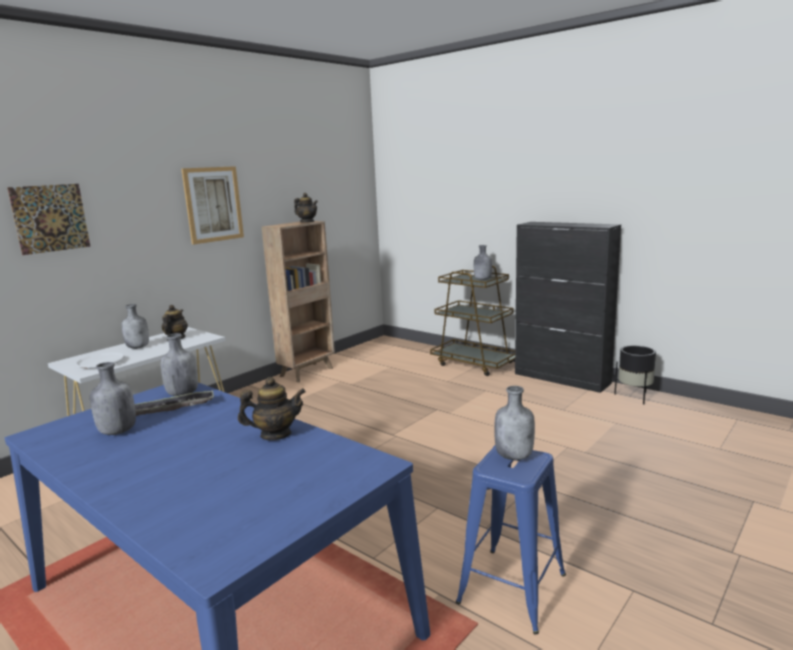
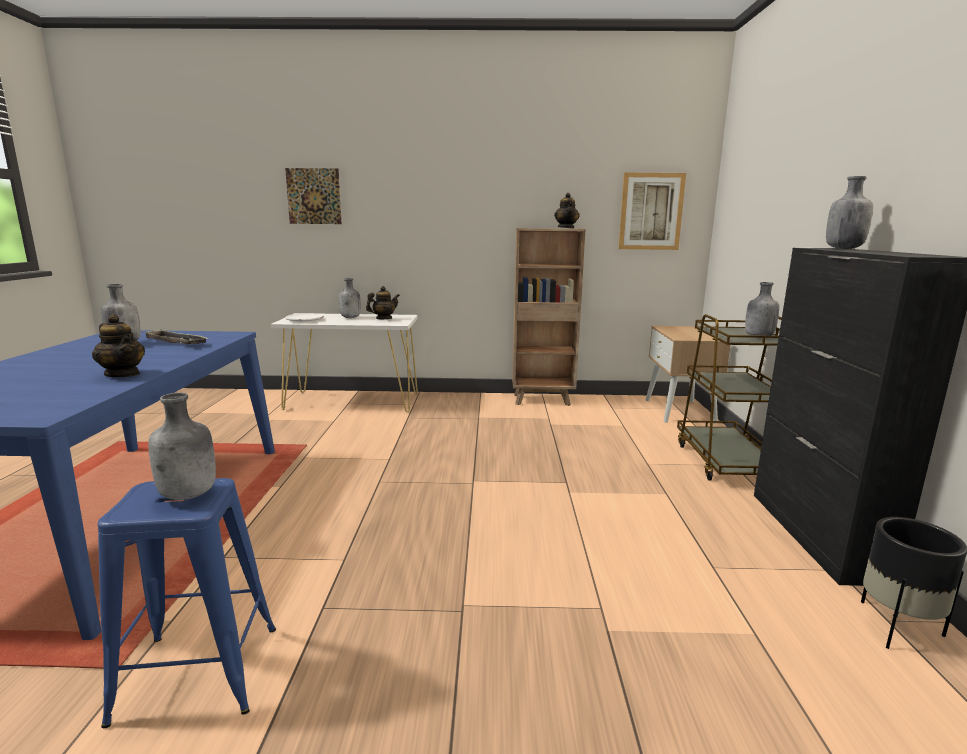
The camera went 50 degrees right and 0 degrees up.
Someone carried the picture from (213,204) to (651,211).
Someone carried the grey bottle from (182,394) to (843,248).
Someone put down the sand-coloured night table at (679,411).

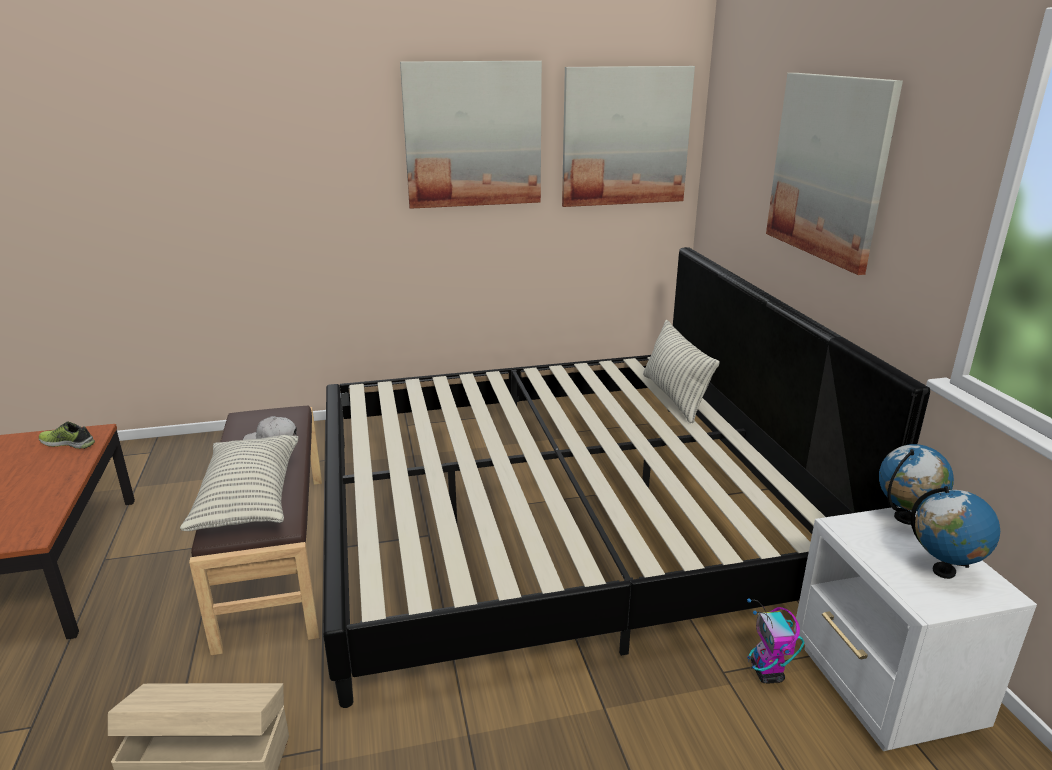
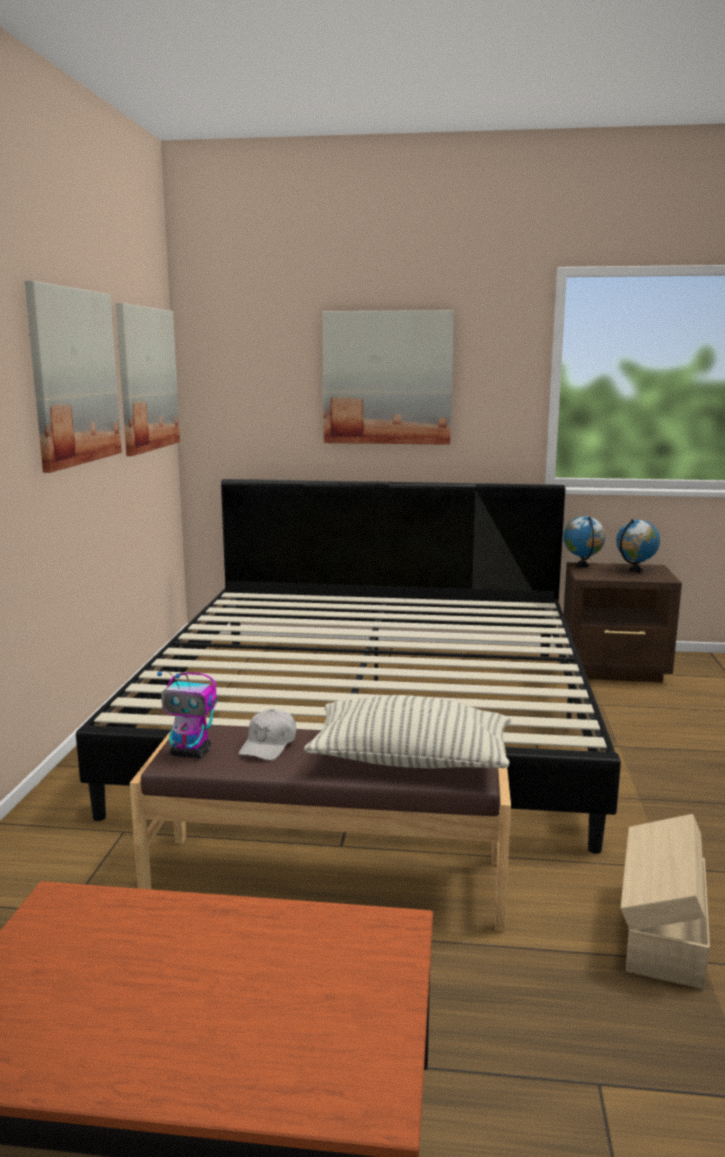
The camera went 70 degrees left and 10 degrees down.
Someone took away the throw pillow at (674,397).
Someone took away the low shoe at (68,443).
Someone repainted the white-coloured night table at (881,690), which became the brownish night table at (615,670).
Someone carried the robot figure from (767,673) to (191,753).

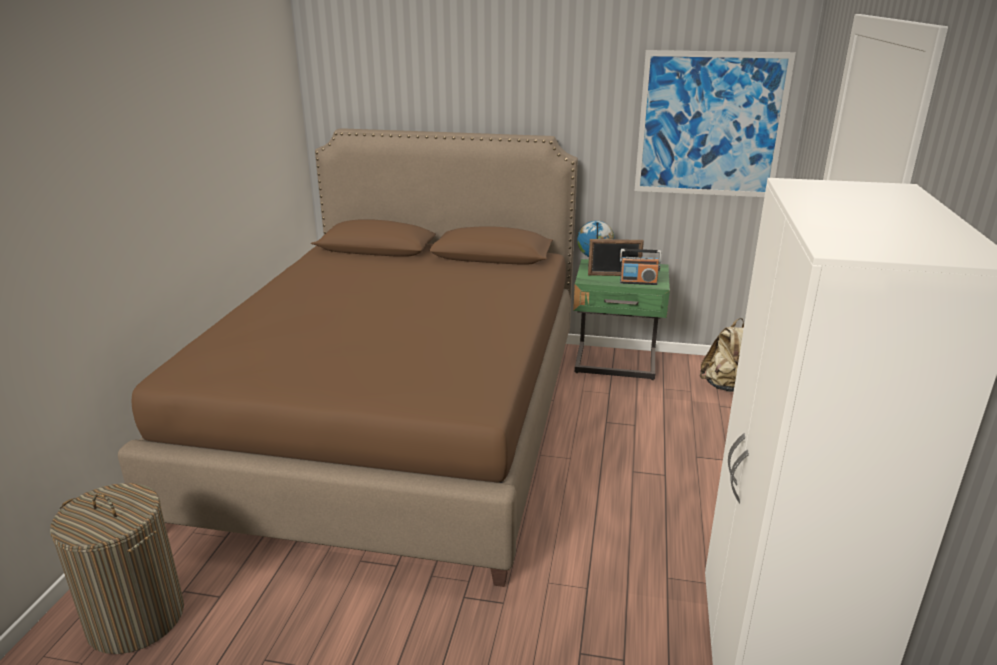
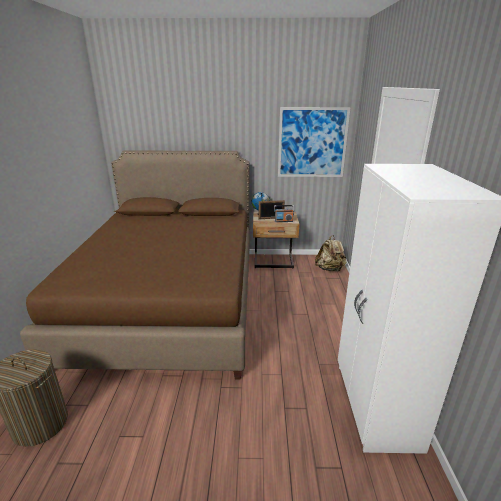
The camera went 10 degrees left and 0 degrees up.
Someone repainted the green night table at (616,364), which became the sand-coloured night table at (274,262).

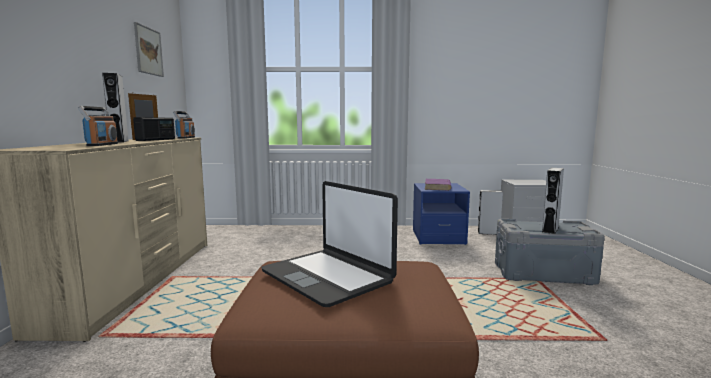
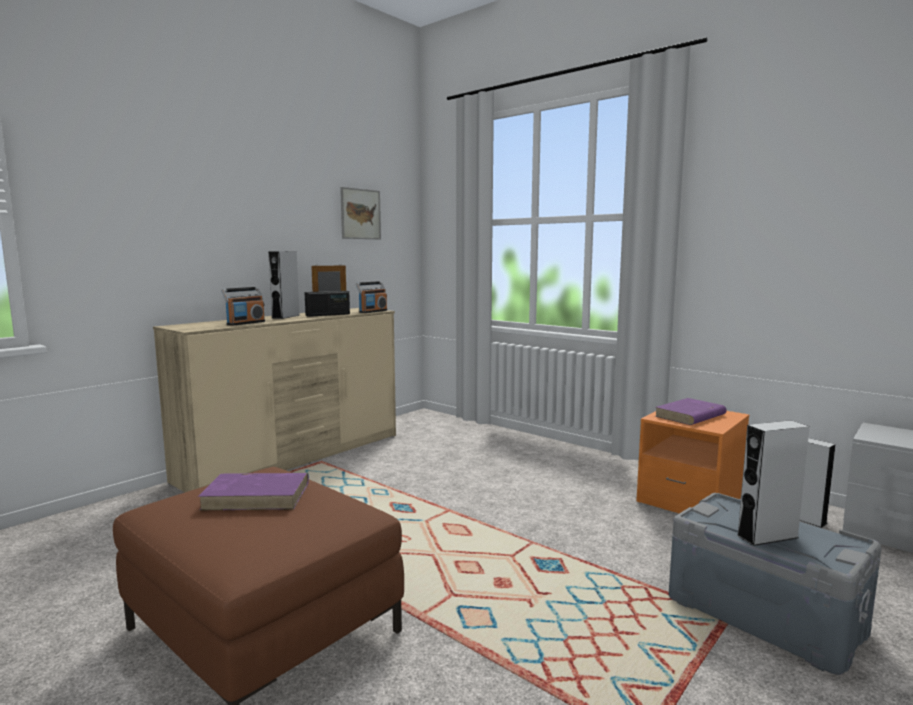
The camera went 40 degrees right and 0 degrees up.
Someone swapped the laptop at (328,277) for the purple-coloured book at (257,496).
Someone repainted the blue-coloured night table at (438,237), which became the orange-coloured night table at (689,500).

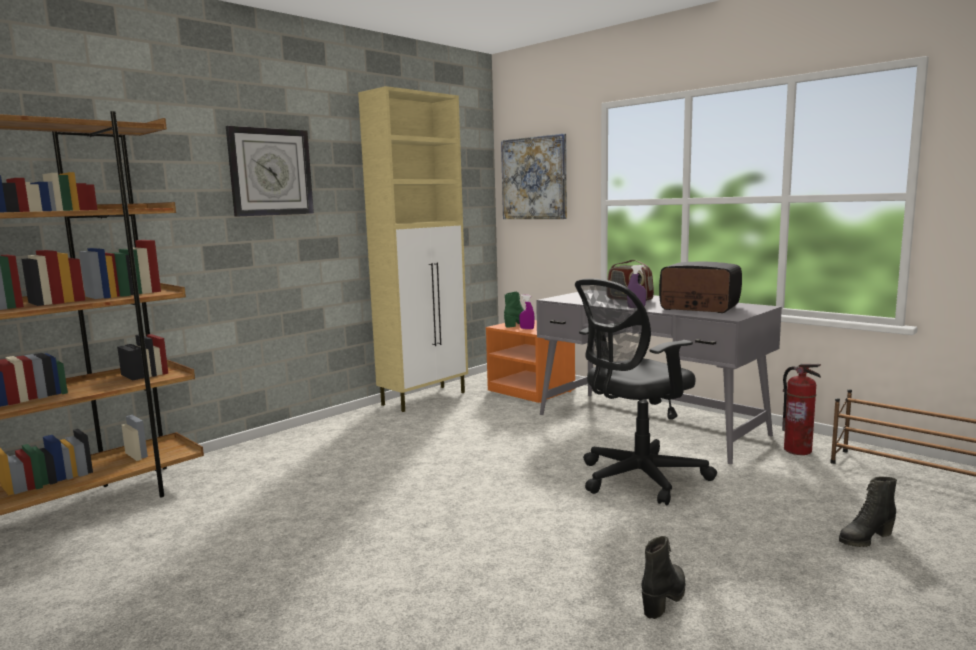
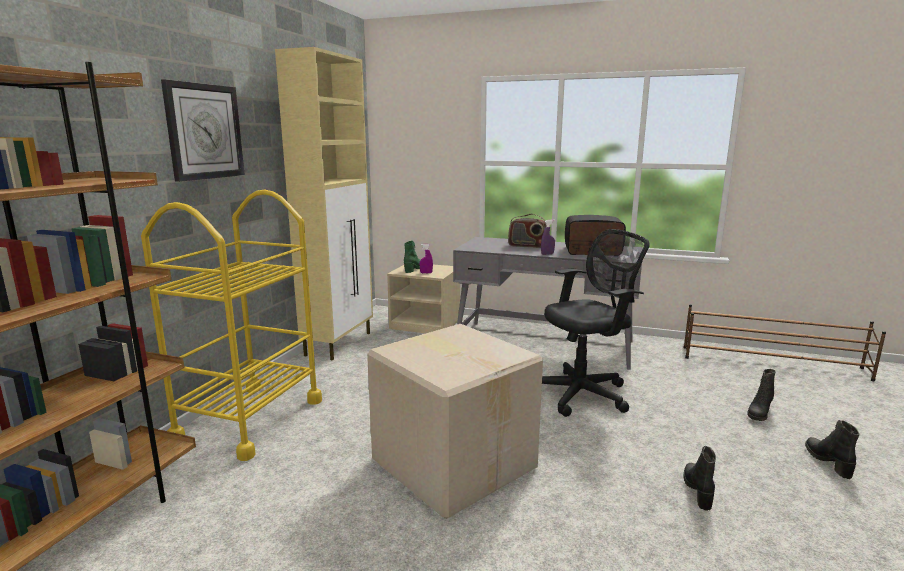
The camera went 25 degrees left and 5 degrees up.
Someone took away the picture at (534,178).
Someone rotated the black-coloured office chair at (636,479) by 150 degrees counterclockwise.
Someone repainted the orange-coloured night table at (532,390), which became the sand-coloured night table at (426,324).
Someone took away the fire extinguisher at (798,450).
Someone put down the yellow trolley at (250,420).
Someone put down the cardboard box at (454,462).
Someone put down the black-coloured boot at (828,462).

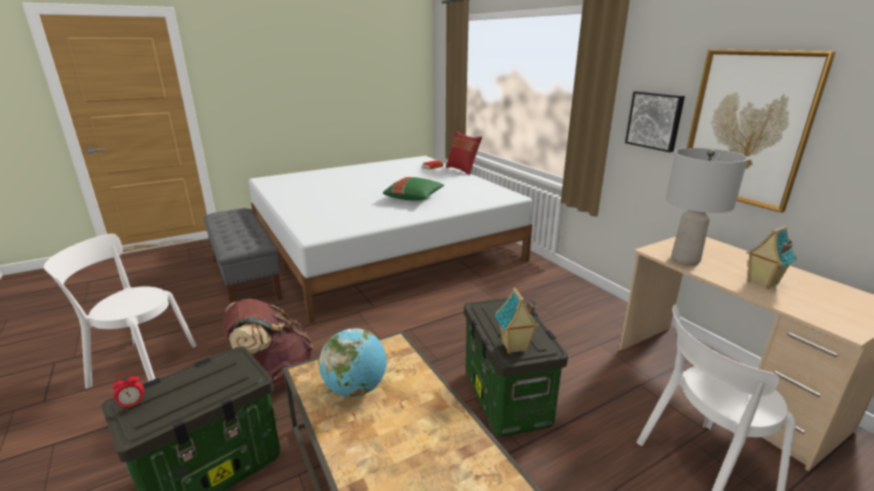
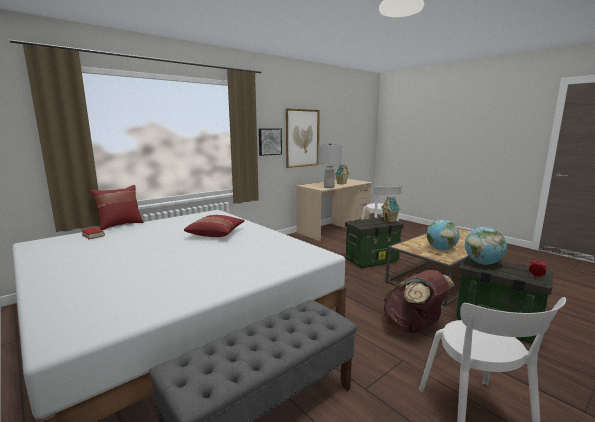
The camera went 100 degrees left and 10 degrees down.
Someone repainted the green throw pillow at (414,198), which became the red-coloured throw pillow at (216,234).
Someone put down the globe at (482,263).

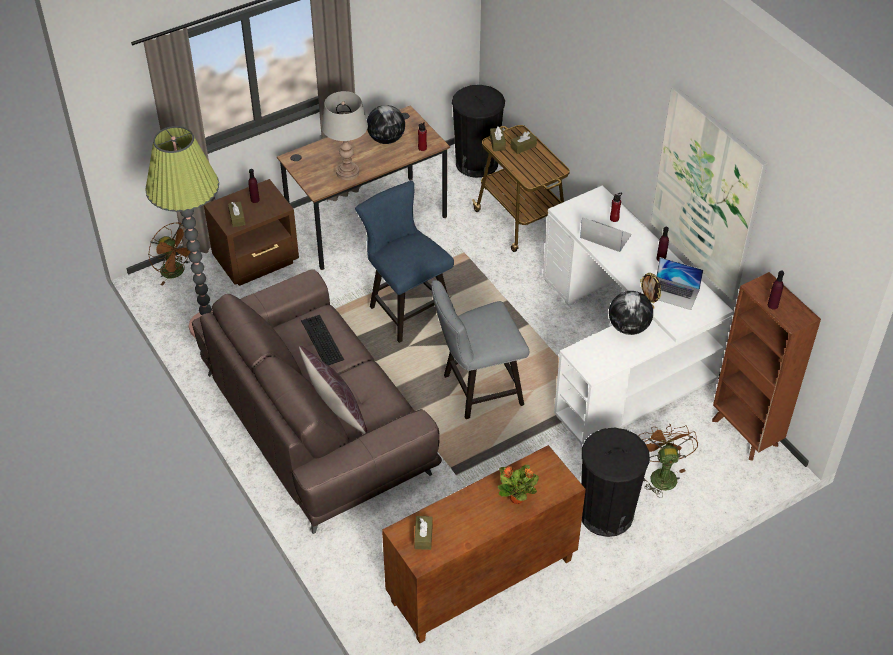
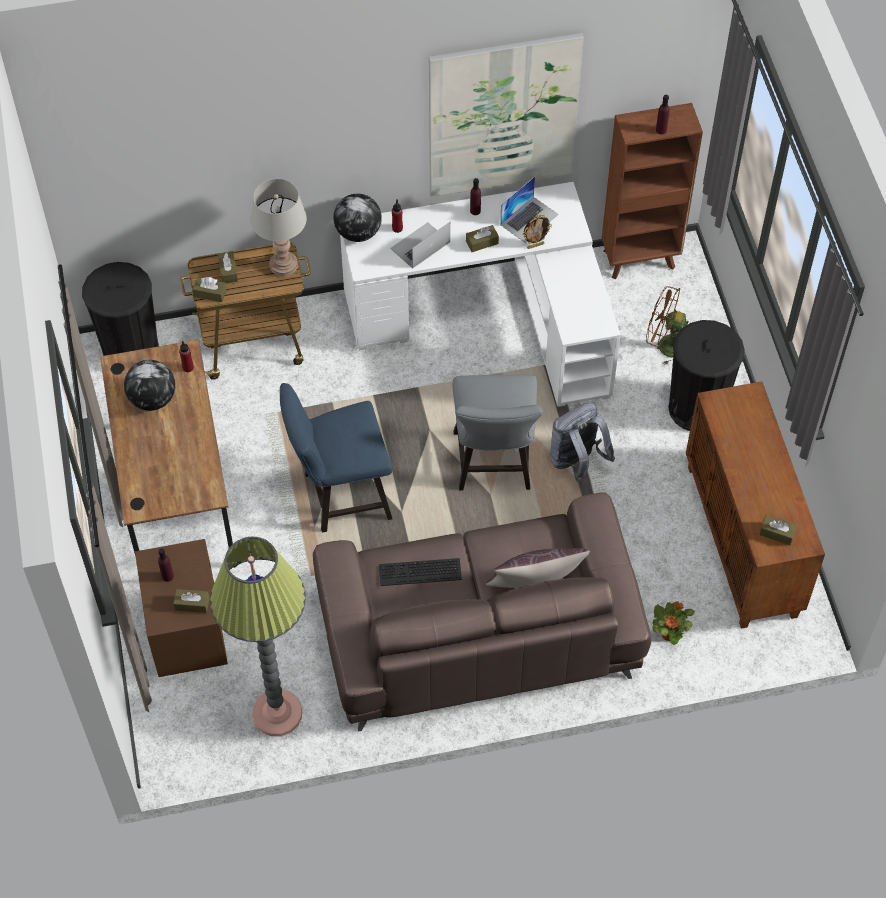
The camera went 70 degrees left and 10 degrees up.
Someone carried the grey lamp for a table from (347,172) to (283,265).
Someone took away the brownish cooling fan at (176,273).
Someone carried the globe from (628,327) to (358,233).
Someone carried the plant in a pot from (517,498) to (669,634).
Someone put down the brownish tissue holder at (482,242).
Someone put down the grey backpack at (576,462).

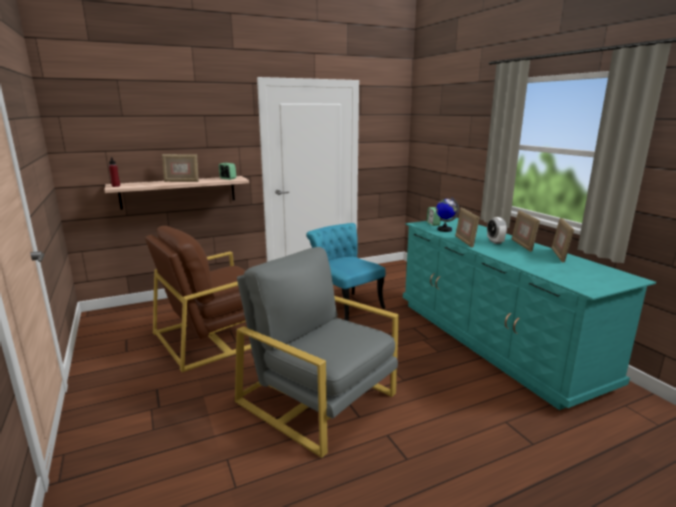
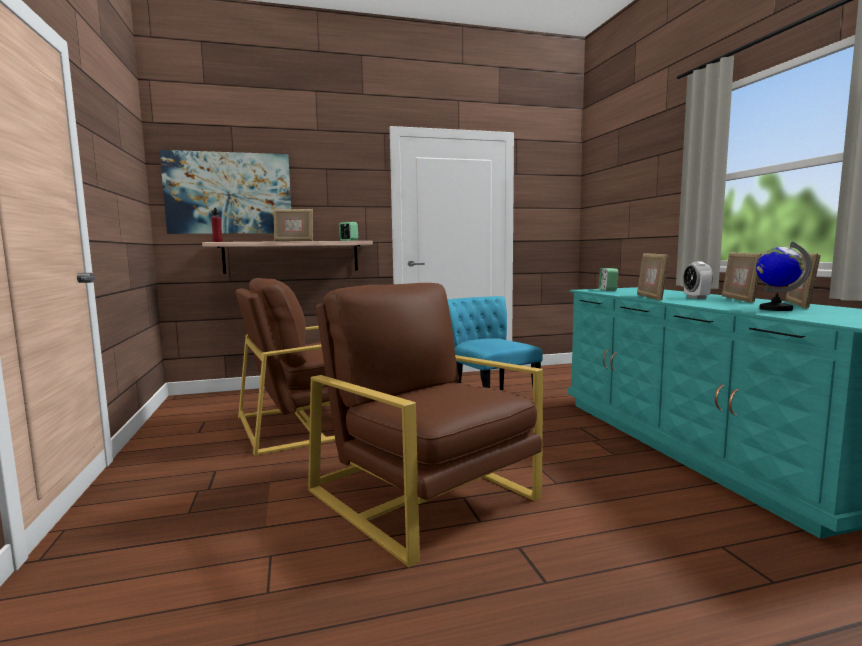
The camera went 10 degrees right and 10 degrees down.
Someone carried the globe from (444,230) to (775,309).
Someone repainted the grey armchair at (318,398), which became the brownish armchair at (424,495).
Someone put up the picture at (229,193).

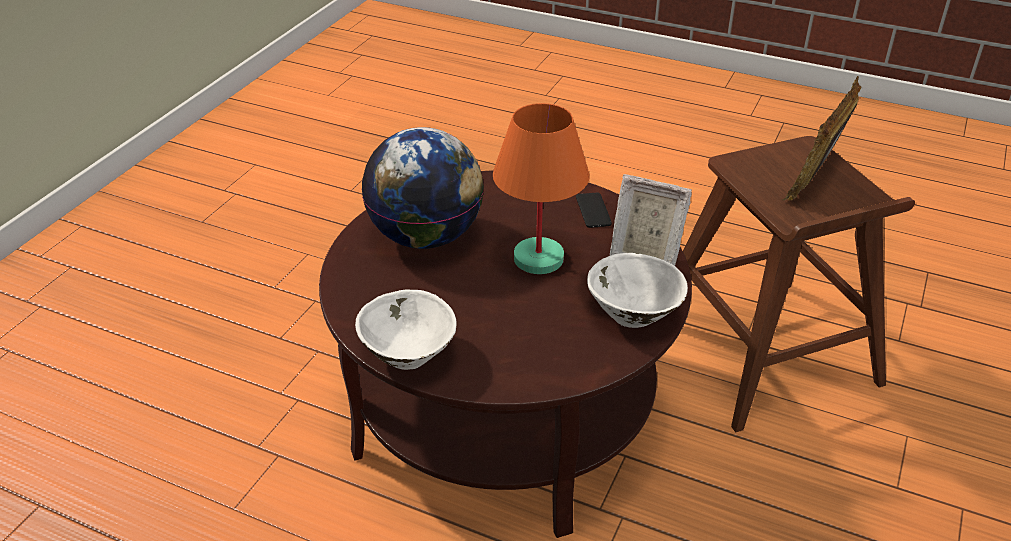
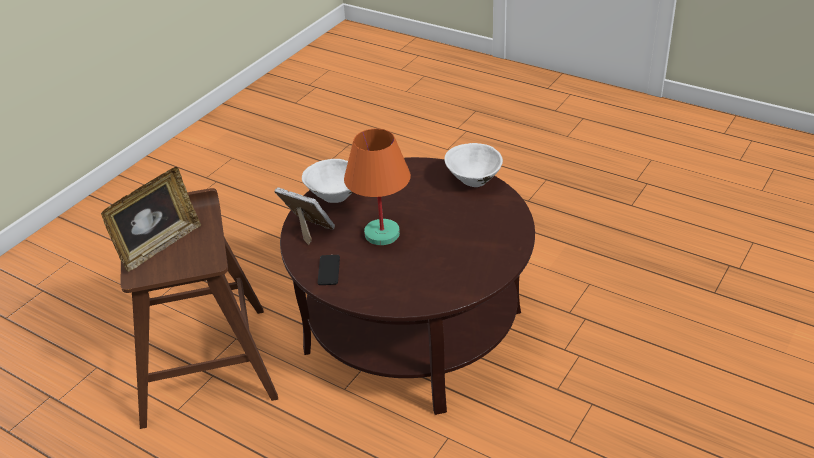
The camera went 170 degrees left and 0 degrees up.
Someone took away the globe at (426,237).

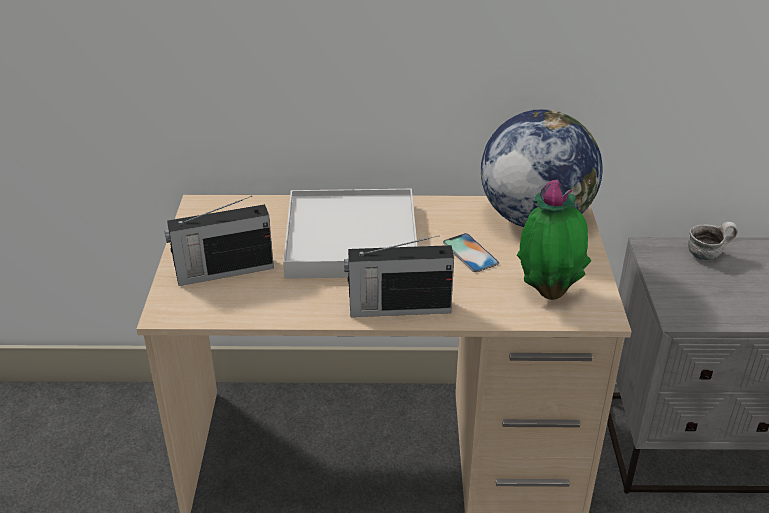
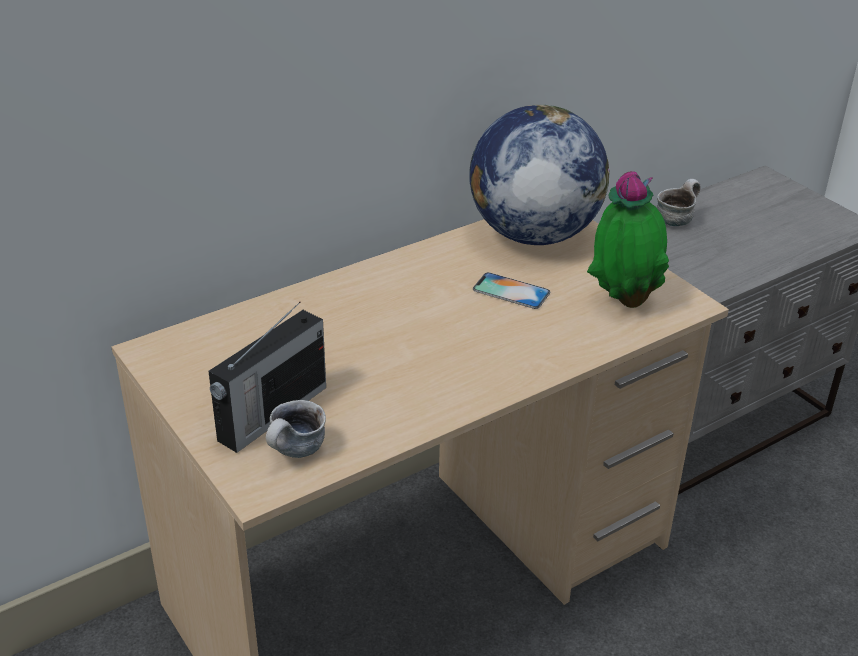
The camera went 35 degrees left and 0 degrees up.
Someone took away the white-coloured serving tray at (351,239).
Someone took away the radio at (397,308).
Someone put down the tea mug at (296,453).

